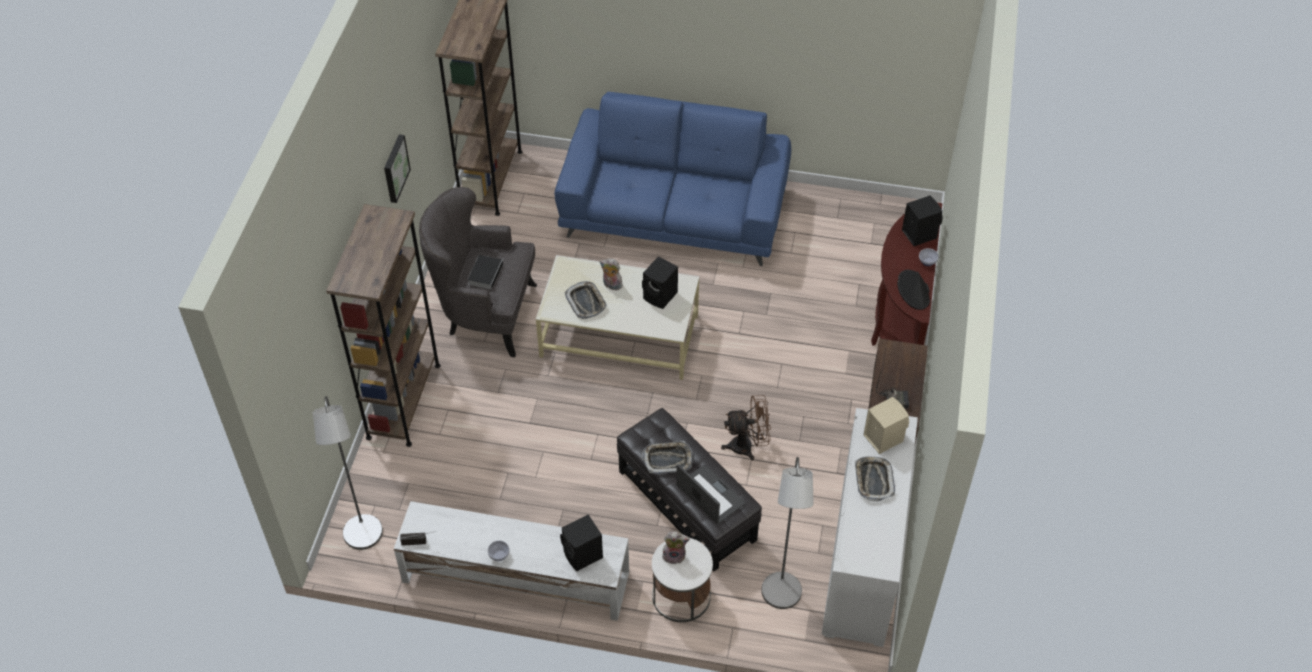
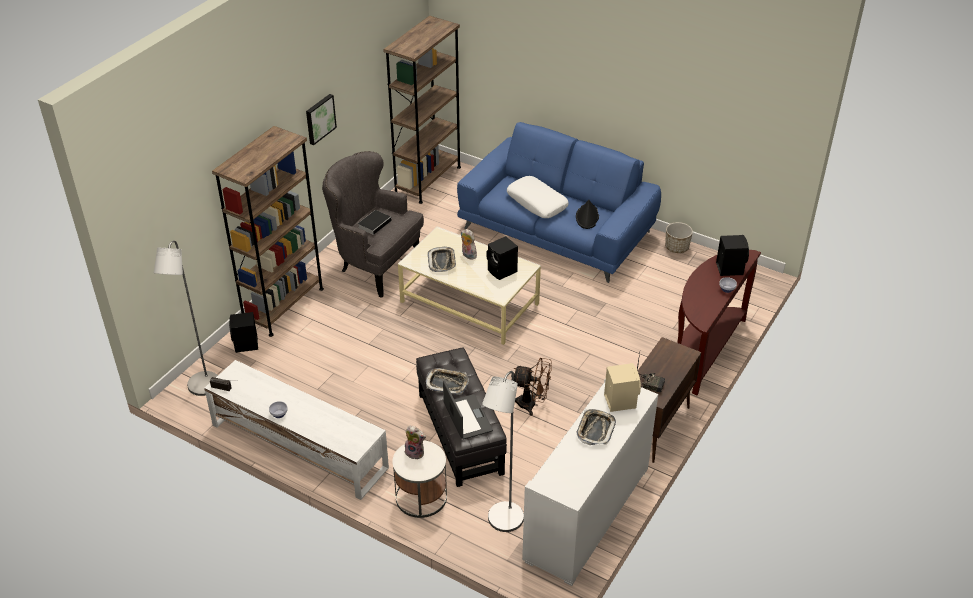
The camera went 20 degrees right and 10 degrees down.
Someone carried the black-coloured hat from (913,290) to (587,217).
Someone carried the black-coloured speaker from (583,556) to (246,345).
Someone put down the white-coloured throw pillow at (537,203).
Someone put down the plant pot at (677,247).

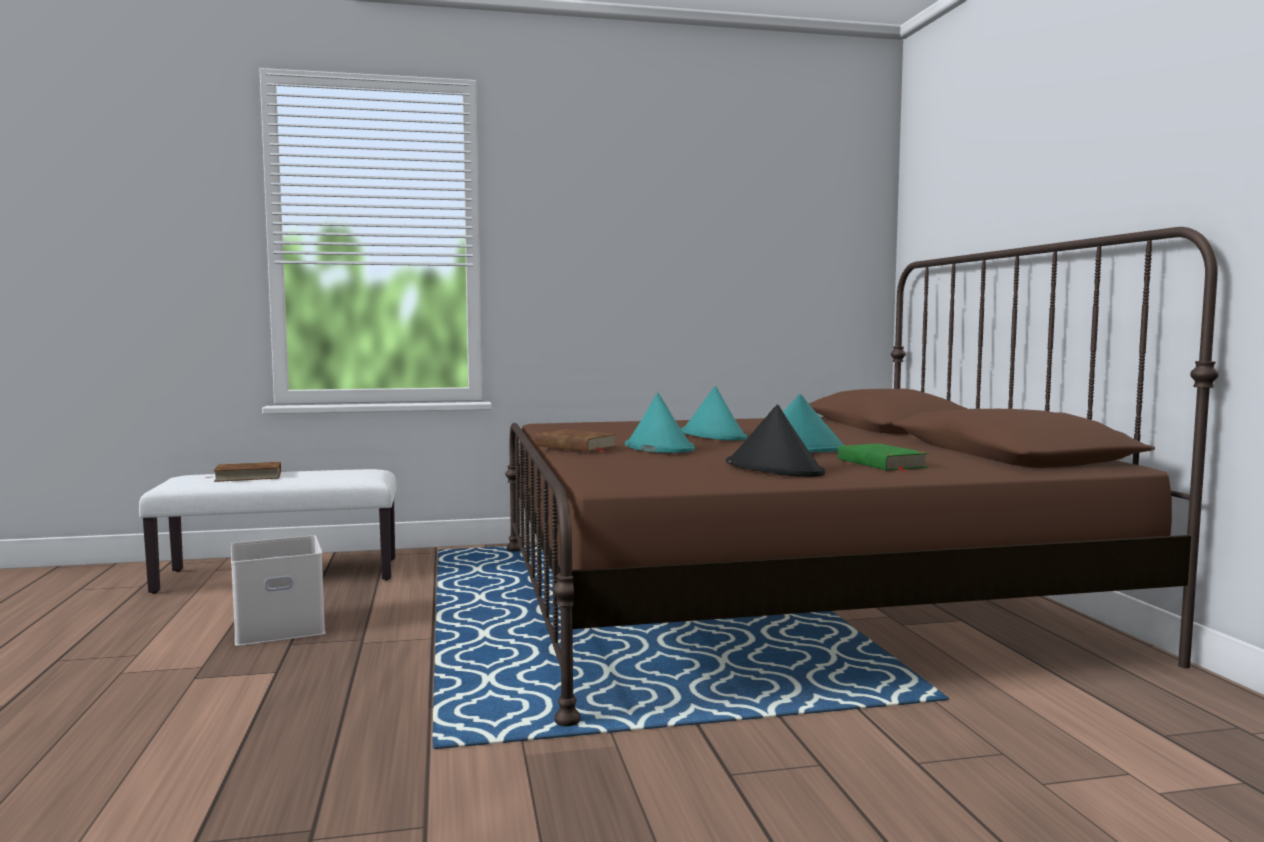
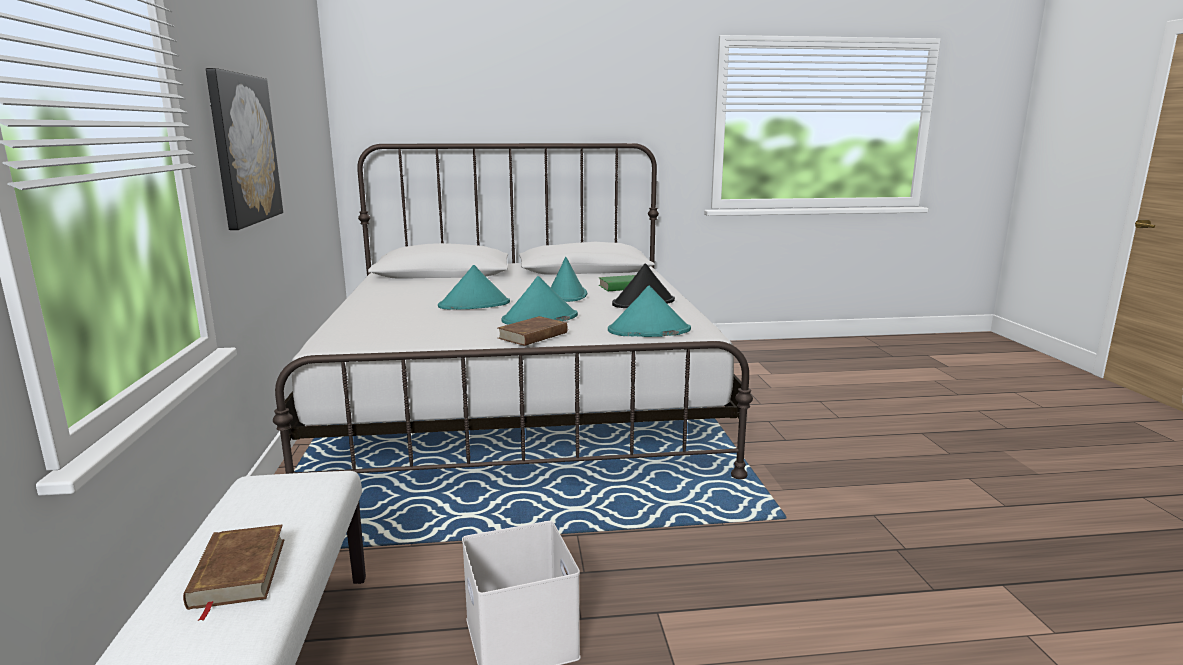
The camera went 85 degrees left and 10 degrees up.
Someone repainted the brownish sleeping bed at (781,597), which became the white-coloured sleeping bed at (519,403).
Someone put up the picture at (243,149).
Someone put down the blue-green hat at (648,331).

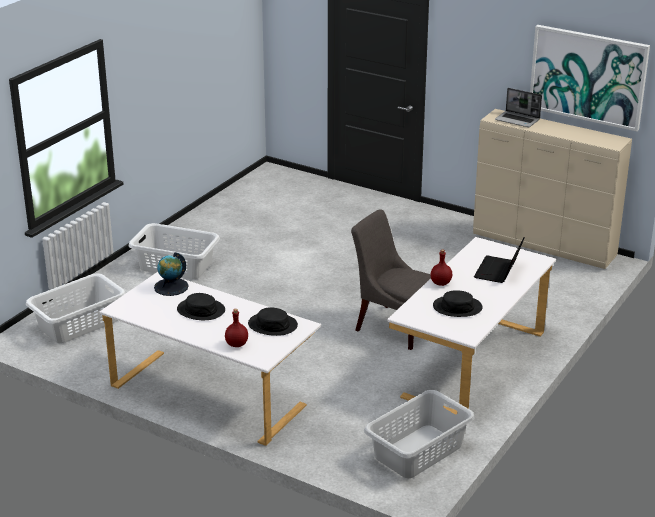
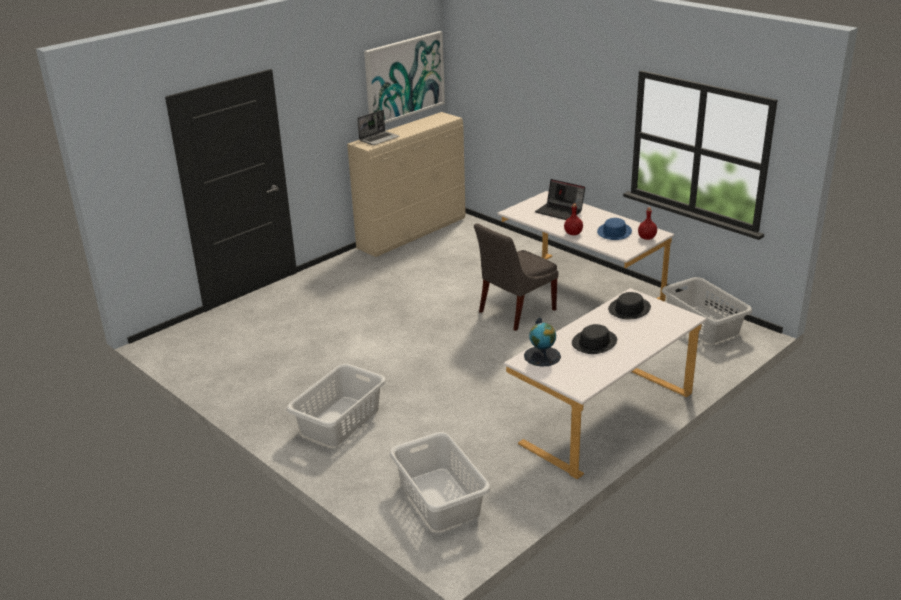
The camera went 75 degrees left and 0 degrees up.
Someone repainted the black-coloured hat at (457,307), which became the blue-coloured hat at (614,232).
Someone carried the red-coloured bottle from (237,344) to (647,238).

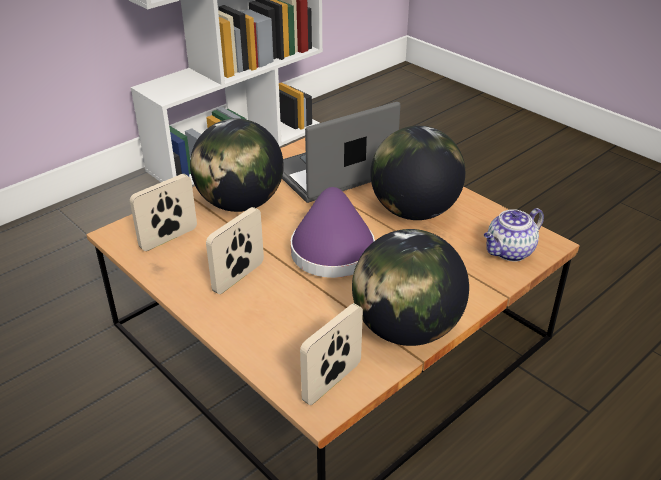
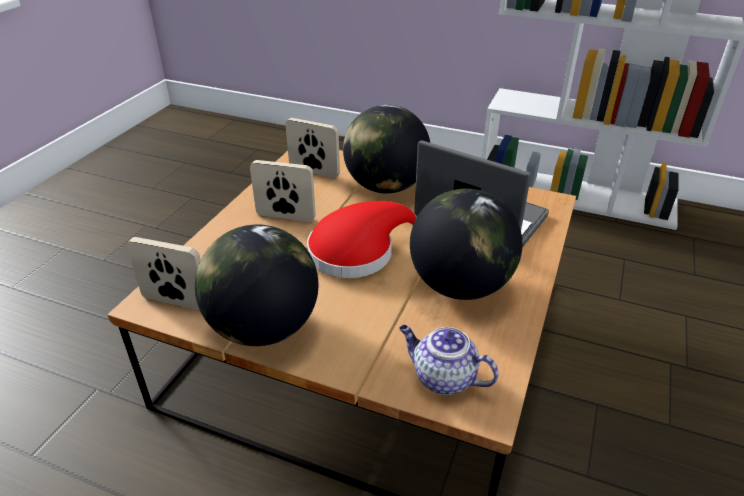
The camera went 65 degrees right and 0 degrees up.
Someone repainted the purple-coloured hat at (332,248), which became the red-coloured hat at (357,252).

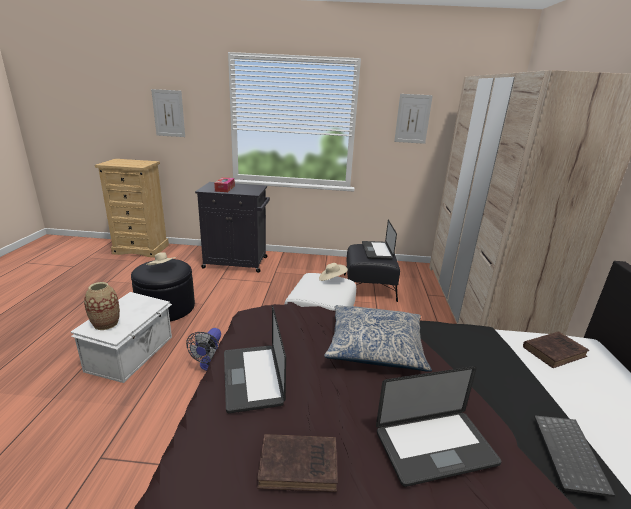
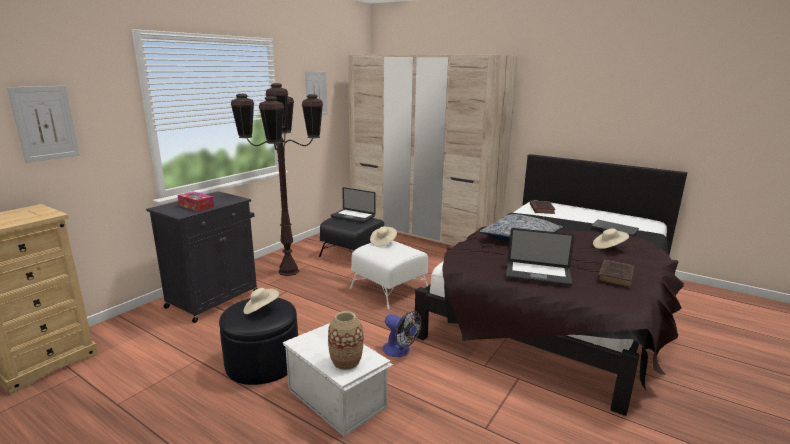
The camera went 60 degrees left and 5 degrees down.
Someone swapped the laptop at (435,447) for the sand-coloured hat at (609,247).
Someone put down the brownish standing lamp at (289,271).

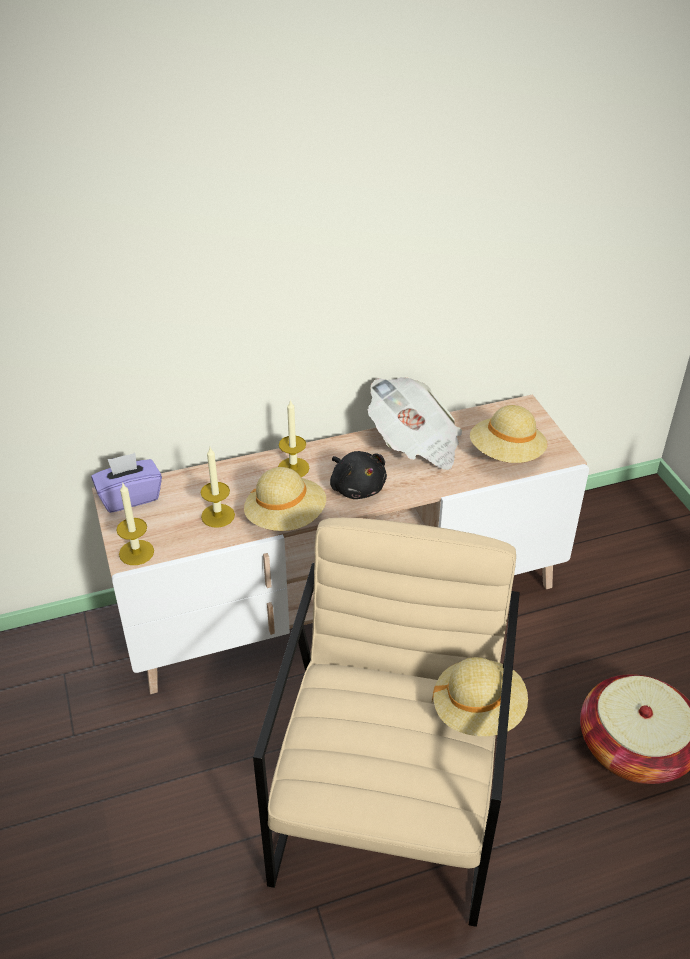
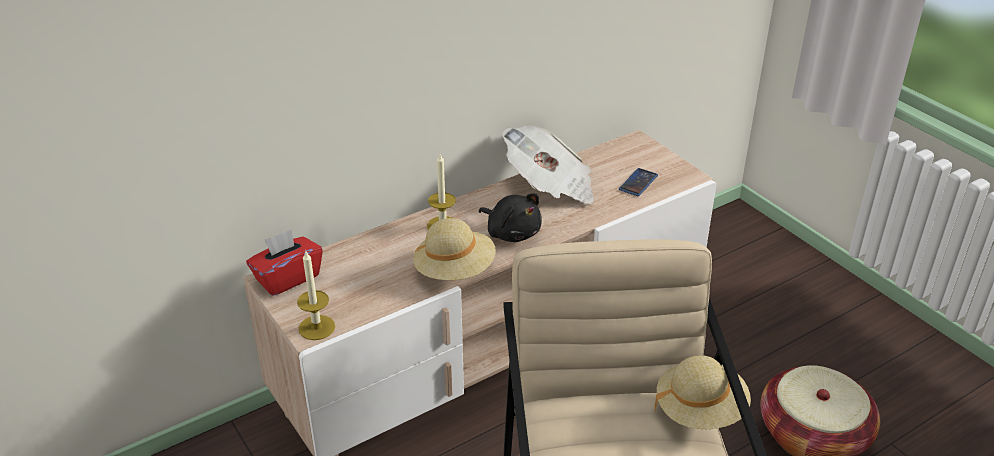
The camera went 15 degrees left and 5 degrees down.
Someone swapped the sand-coloured hat at (506,454) for the telephone at (638,183).
Someone took away the wax candle at (218,515).
Someone repainted the purple-coloured tissue holder at (130,497), which became the red-coloured tissue holder at (287,278).

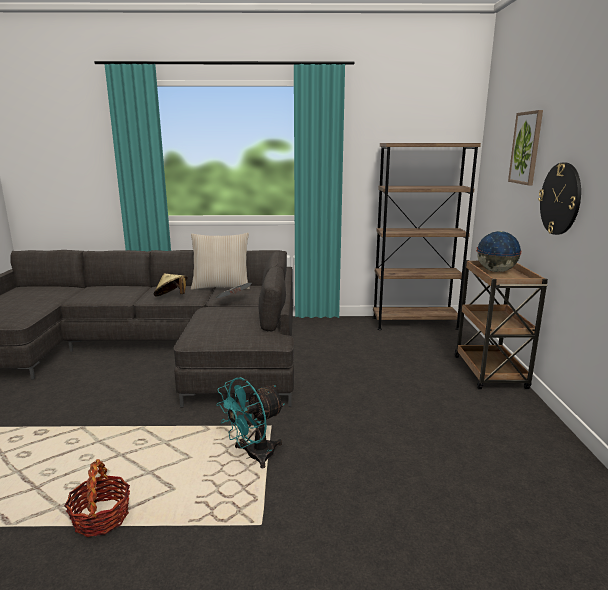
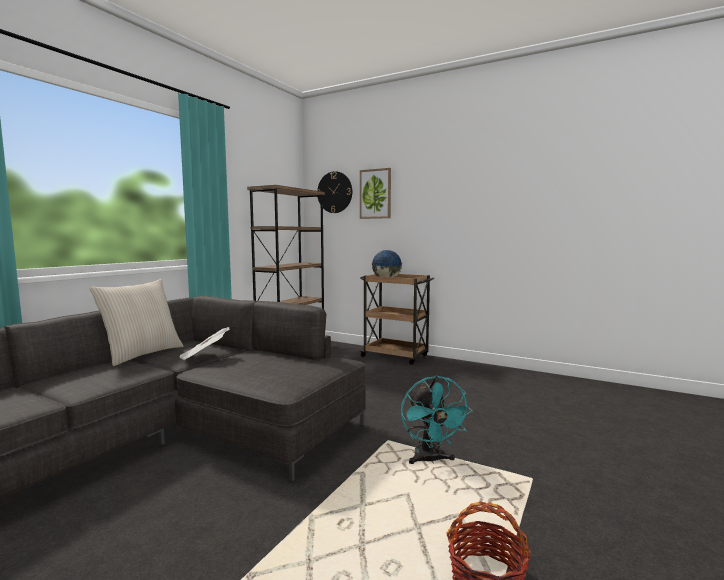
The camera went 60 degrees left and 10 degrees down.
Someone carried the clock on the wall from (560,199) to (334,192).
Someone took away the sand-coloured hat at (171,297).

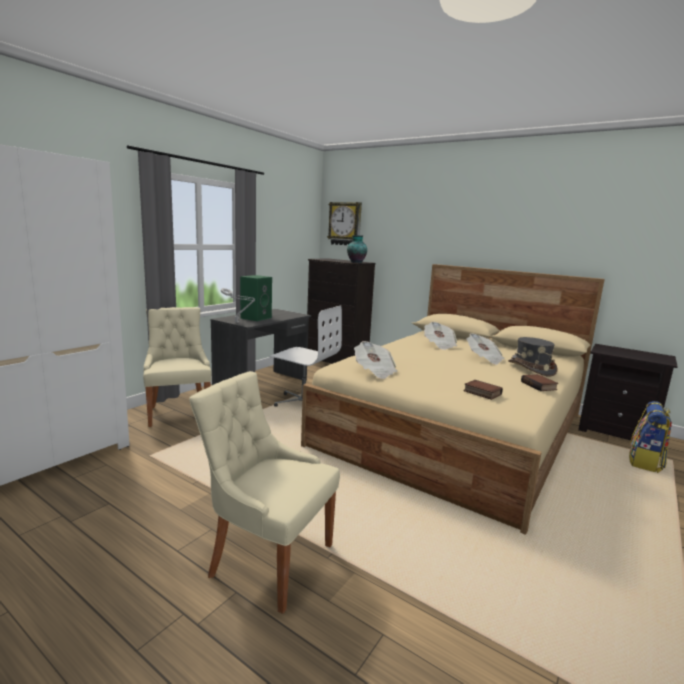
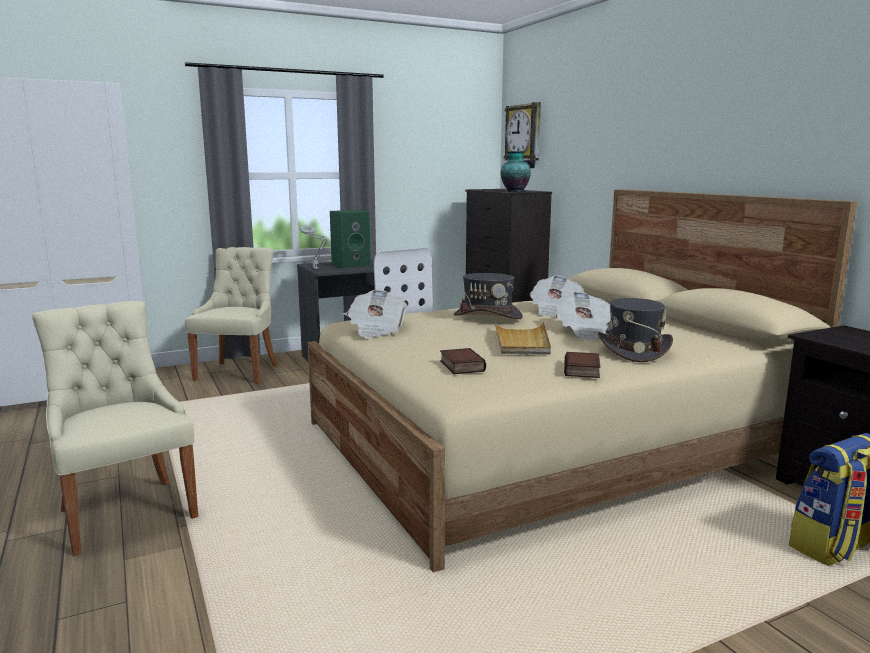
The camera went 30 degrees right and 0 degrees up.
Someone put down the grey hat at (487,316).
Someone put down the sand-coloured serving tray at (522,341).

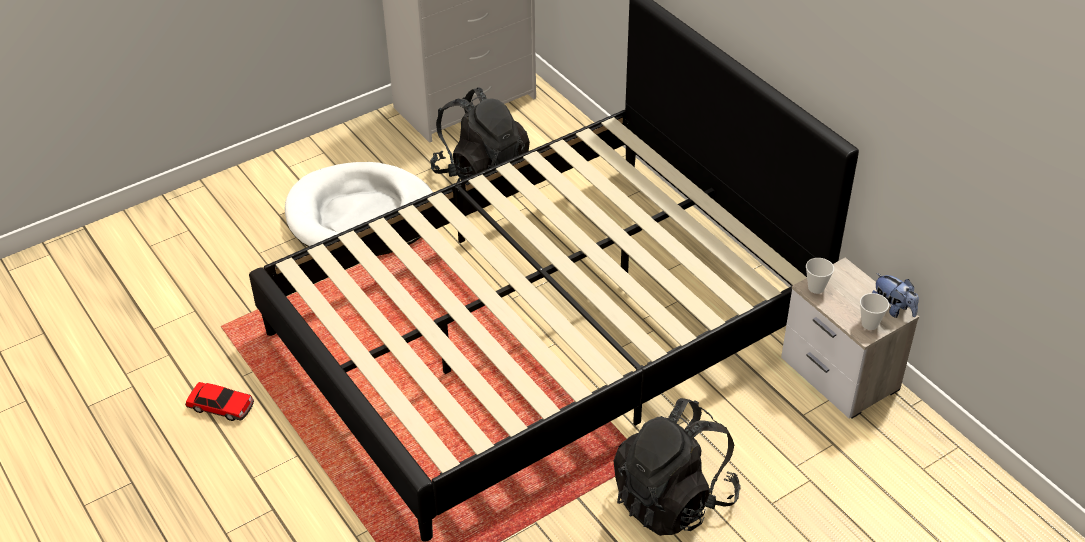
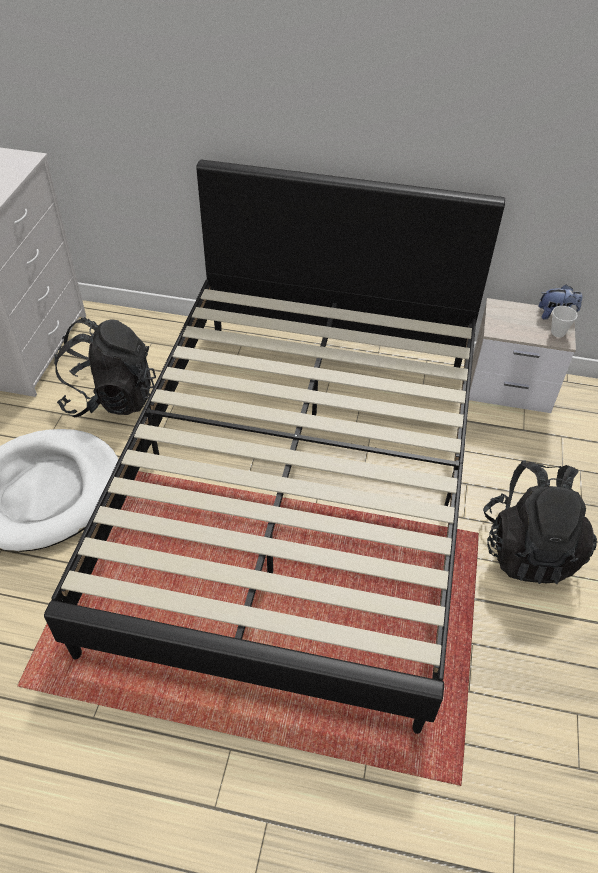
The camera went 45 degrees left and 5 degrees up.
Someone took away the small cup at (816,288).
Someone took away the model car at (221,407).

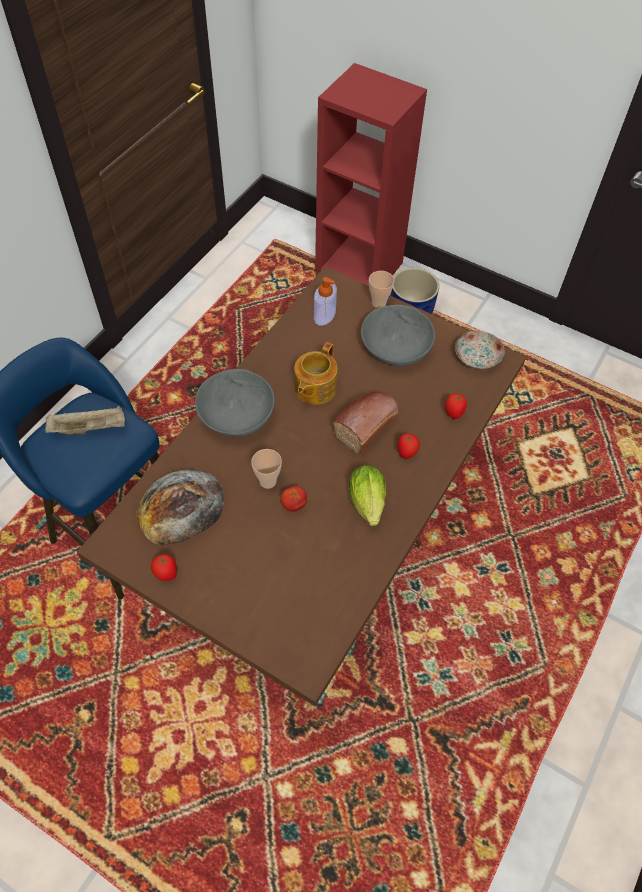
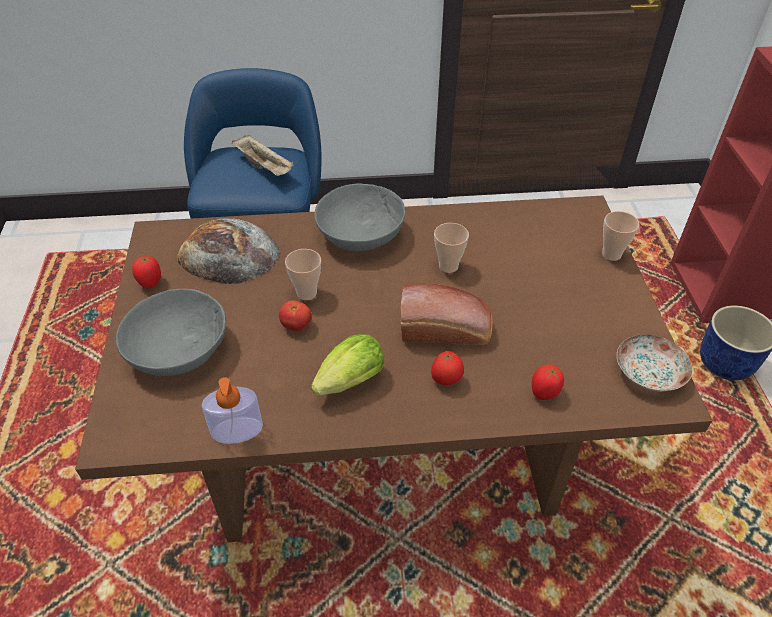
The camera went 55 degrees right and 10 degrees down.
Someone carried the soap bottle from (324,315) to (237,430).
Someone carried the grey deep dish from (395,347) to (178,348).
Someone swapped the pot for tea at (314,388) for the small cup at (448,266).

